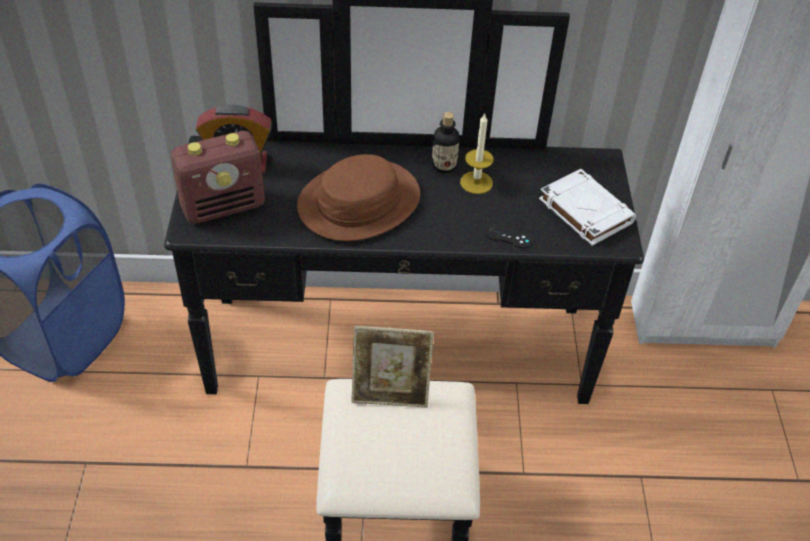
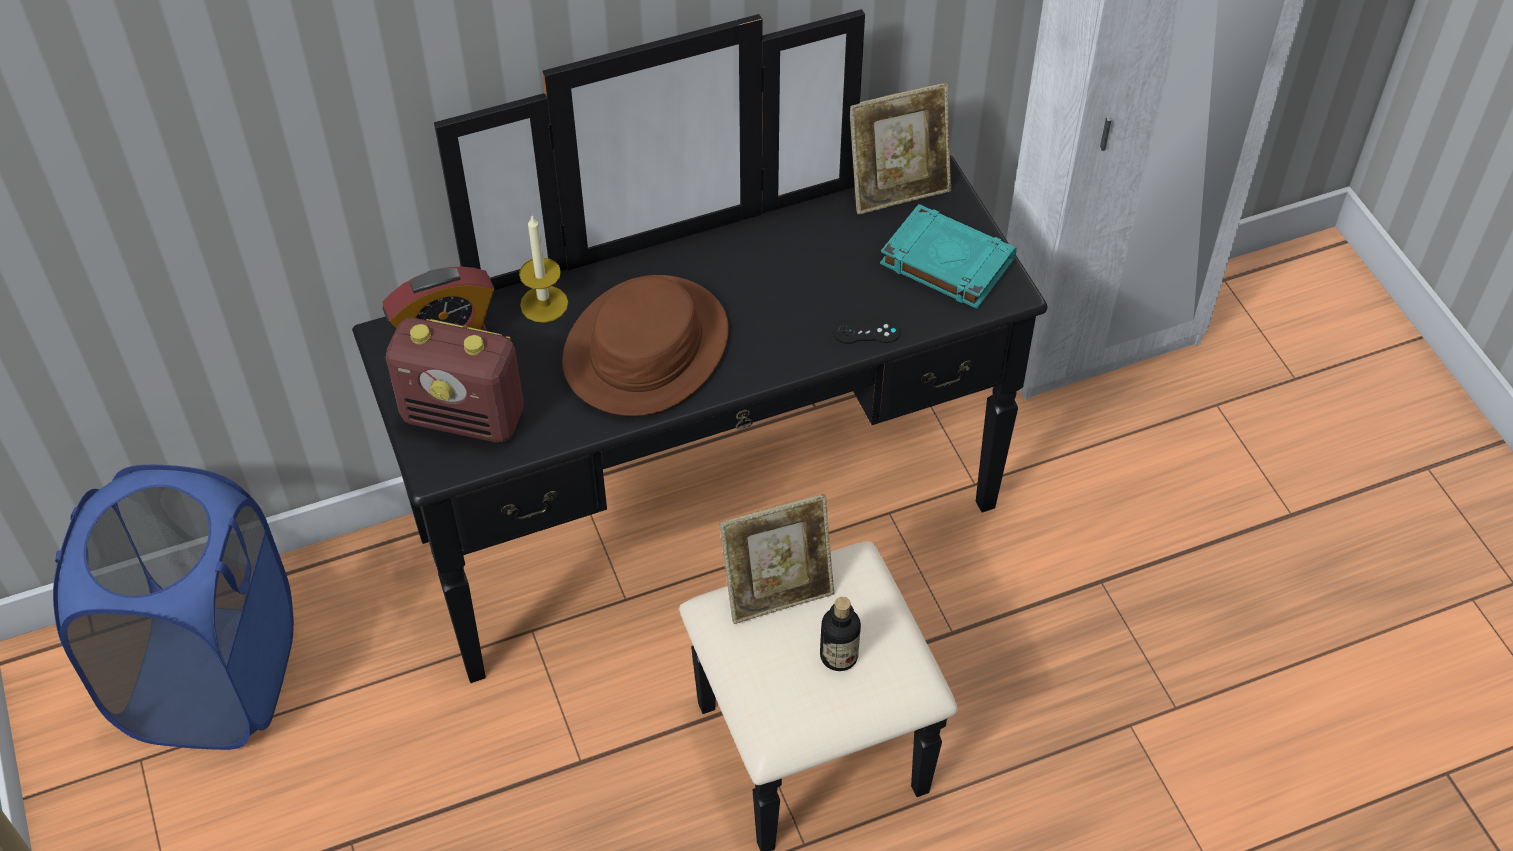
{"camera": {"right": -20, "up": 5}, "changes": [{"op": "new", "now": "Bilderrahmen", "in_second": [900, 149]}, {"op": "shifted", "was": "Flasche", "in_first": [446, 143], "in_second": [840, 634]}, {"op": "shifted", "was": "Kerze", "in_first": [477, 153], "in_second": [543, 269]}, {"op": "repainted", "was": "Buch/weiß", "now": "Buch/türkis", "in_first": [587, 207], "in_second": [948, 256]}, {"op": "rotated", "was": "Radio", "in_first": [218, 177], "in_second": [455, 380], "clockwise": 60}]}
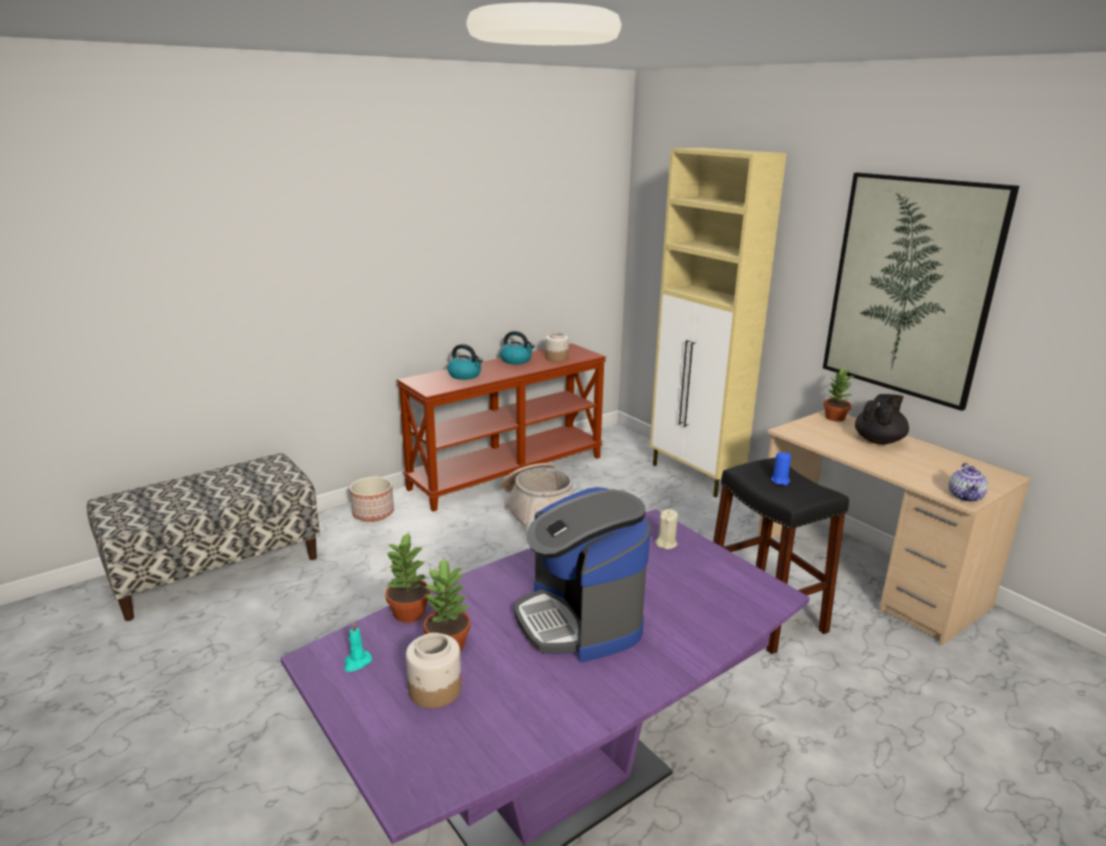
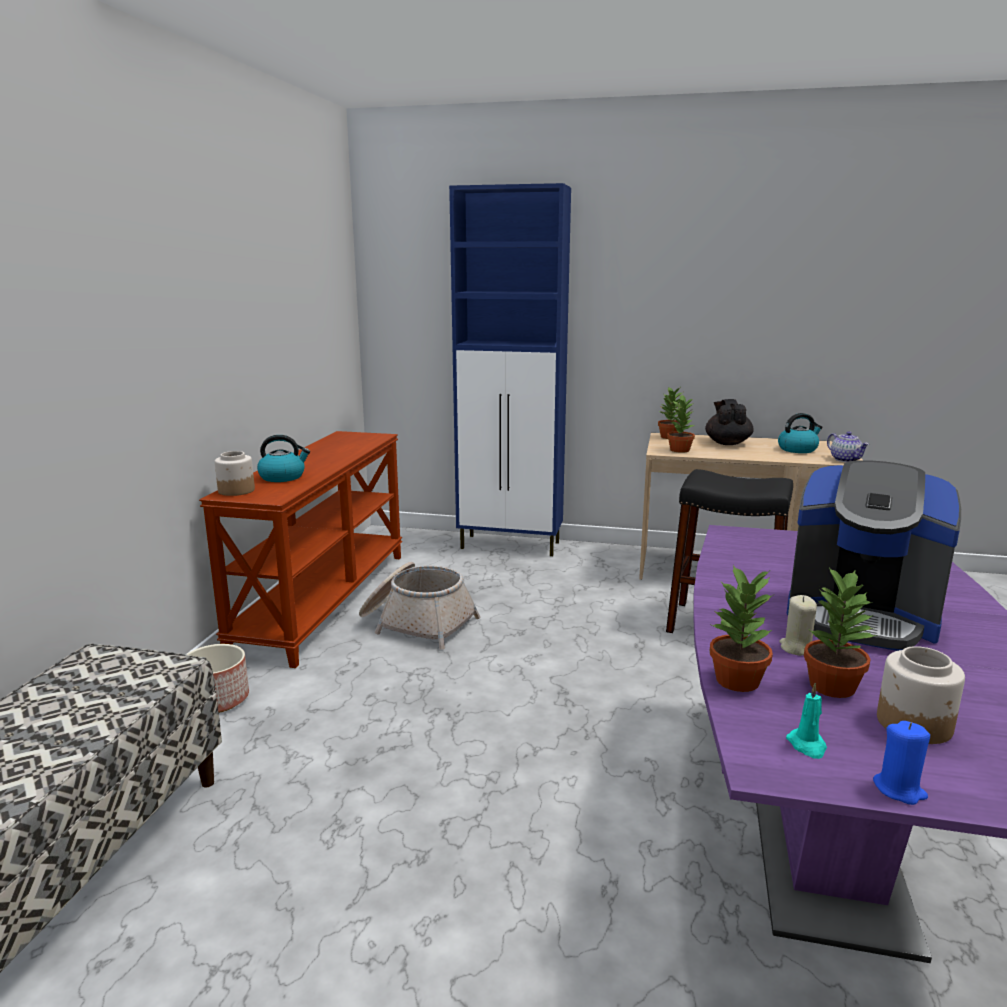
{"camera": {"right": -40, "up": -5}, "changes": [{"op": "gone", "was": "Bild", "in_first": [921, 292]}, {"op": "new", "now": "Topfpflanze", "in_second": [681, 424]}, {"op": "shifted", "was": "Wasserkessel", "in_first": [517, 348], "in_second": [800, 433]}, {"op": "shifted", "was": "Vorratsglas", "in_first": [557, 347], "in_second": [235, 473]}, {"op": "shifted", "was": "Kerze/beige", "in_first": [666, 529], "in_second": [798, 625]}, {"op": "shifted", "was": "Kerze/blau", "in_first": [781, 468], "in_second": [901, 763]}, {"op": "repainted", "was": "Schrank/beige", "now": "Schrank/blau", "in_first": [718, 322], "in_second": [510, 369]}]}
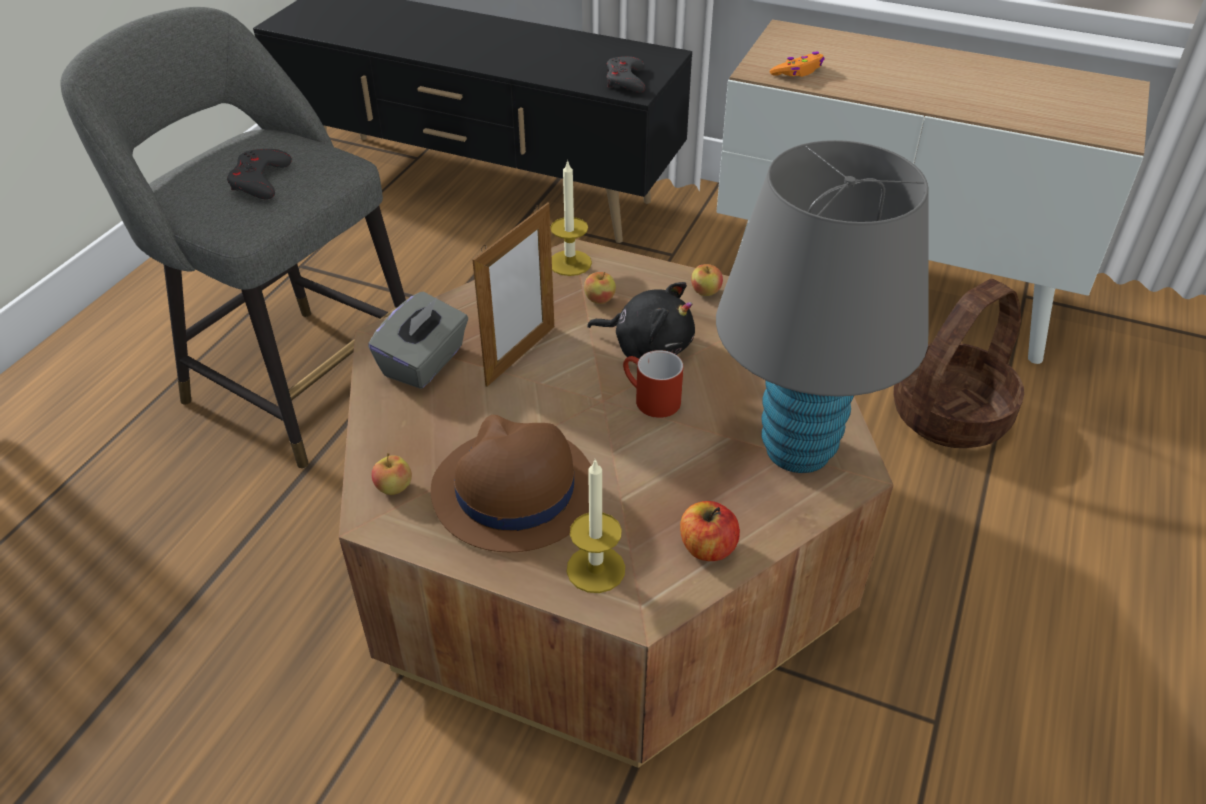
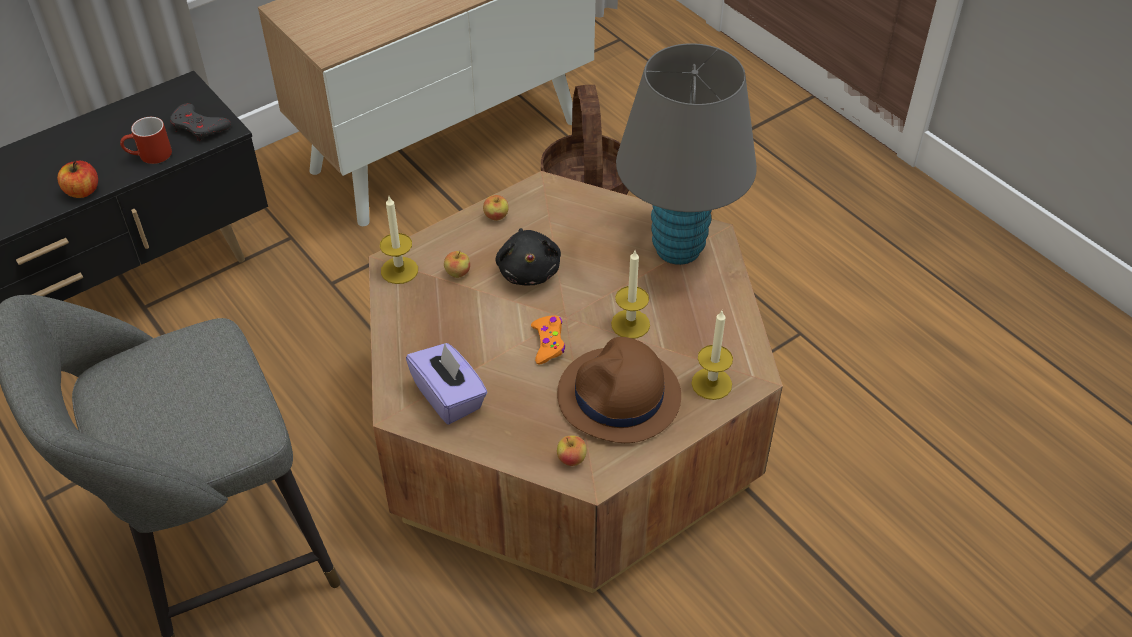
{"camera": {"right": -60, "up": 5}, "changes": [{"op": "gone", "was": "Gamepad/grau", "in_first": [259, 174]}, {"op": "gone", "was": "Bilderrahmen", "in_first": [513, 294]}, {"op": "new", "now": "Kerze", "in_second": [630, 295]}, {"op": "shifted", "was": "Henkelbecher/rot", "in_first": [653, 384], "in_second": [146, 140]}, {"op": "shifted", "was": "Apfel", "in_first": [710, 531], "in_second": [77, 179]}, {"op": "shifted", "was": "Gamepad/orange", "in_first": [797, 64], "in_second": [548, 339]}, {"op": "repainted", "was": "Taschentuchbox/grau", "now": "Taschentuchbox/lila", "in_first": [418, 340], "in_second": [447, 384]}, {"op": "rotated", "was": "Plüschtier/schwarz", "in_first": [641, 320], "in_second": [528, 256], "clockwise": 120}]}
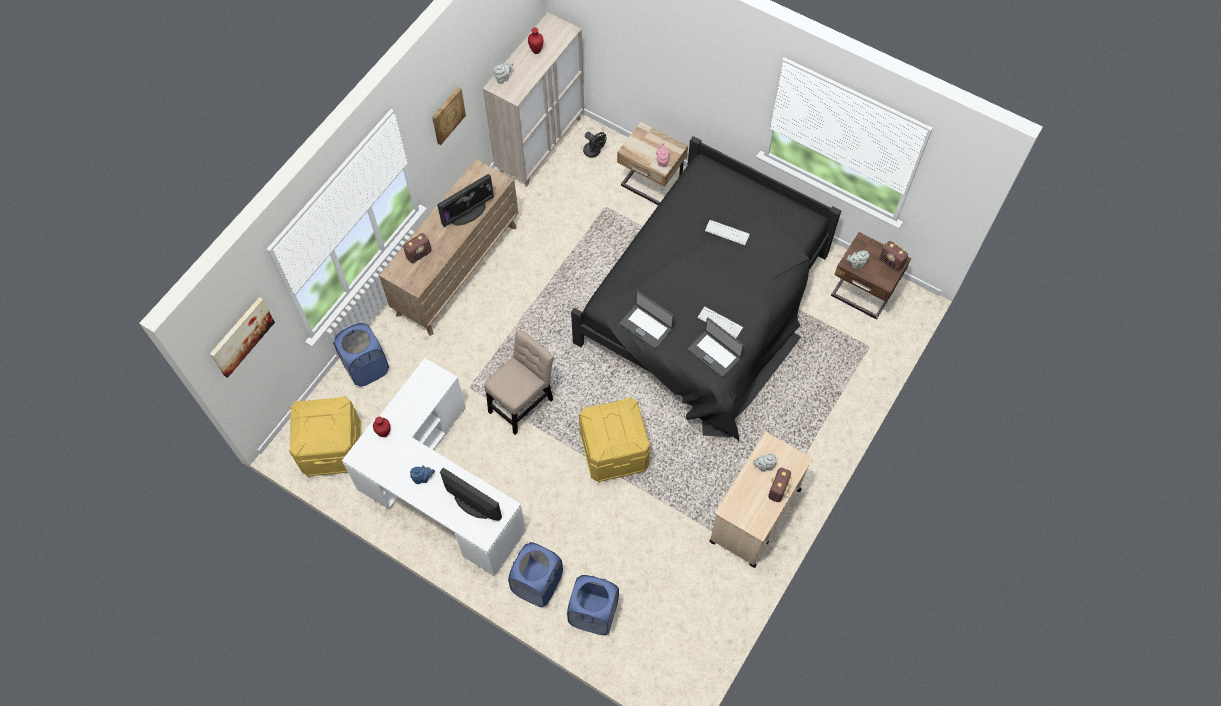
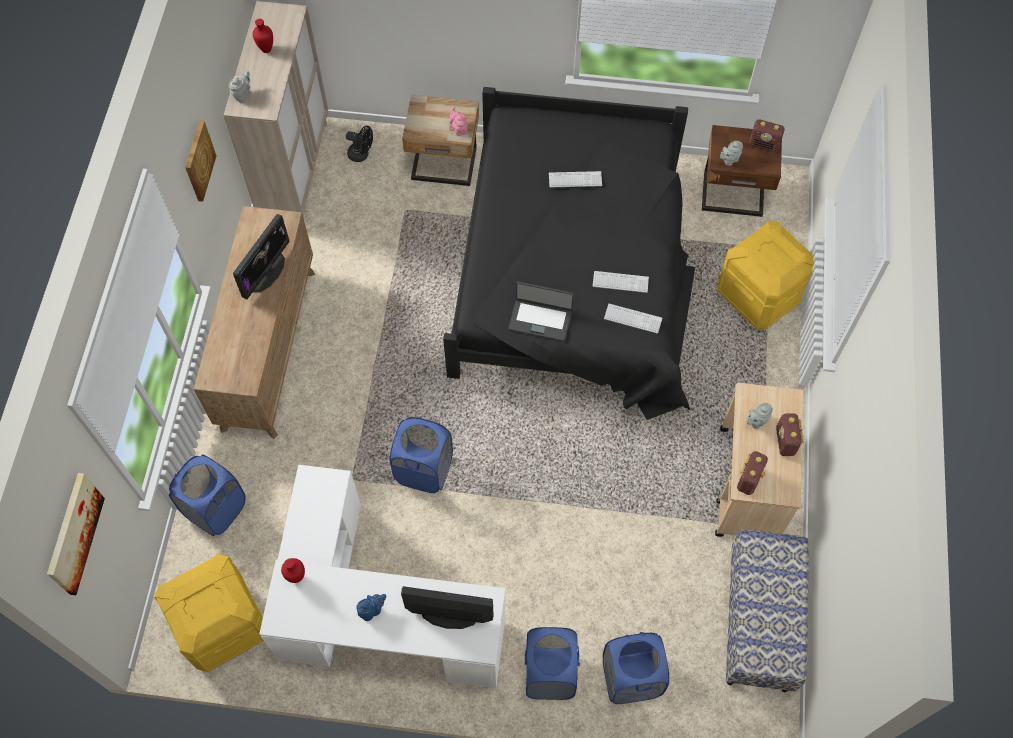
{"camera": {"right": -25, "up": 0}, "changes": [{"op": "new", "now": "Bank", "in_second": [767, 611]}, {"op": "shifted", "was": "Radio", "in_first": [417, 248], "in_second": [752, 473]}, {"op": "shifted", "was": "Aufbewahrungsbox/gelb", "in_first": [615, 439], "in_second": [766, 275]}, {"op": "swapped", "was": "Stuhl/beige", "now": "Wäschekorb/blau", "in_first": [519, 382], "in_second": [421, 455]}, {"op": "swapped", "was": "Laptop", "now": "Tastatur", "in_first": [716, 347], "in_second": [633, 319]}]}
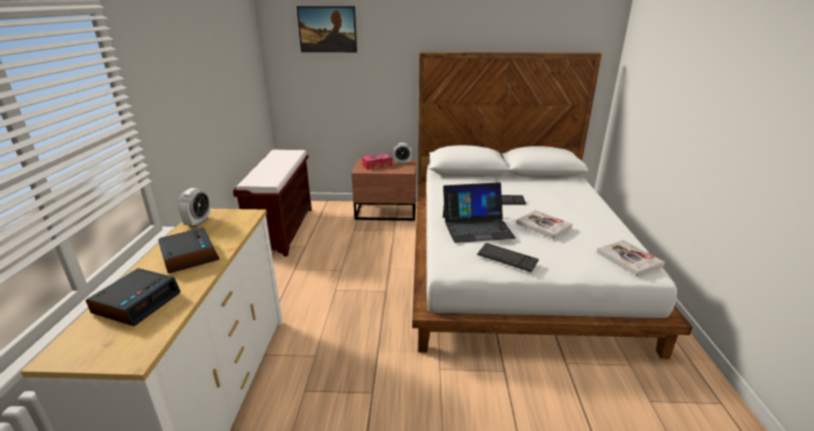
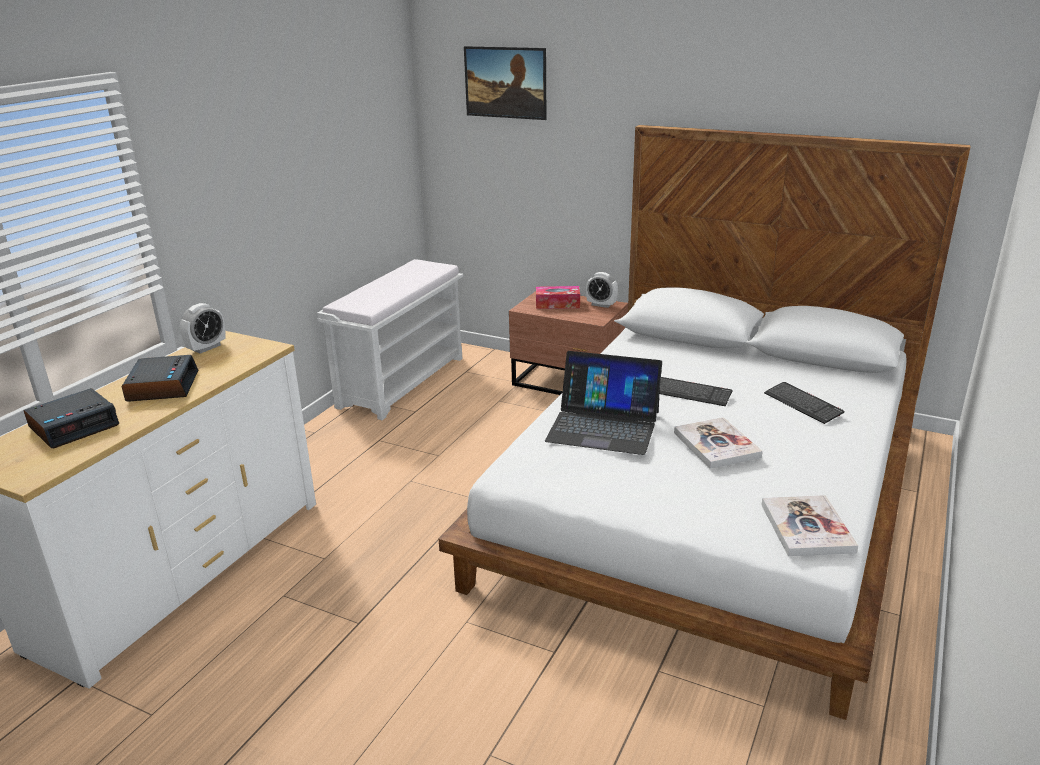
{"camera": {"right": 25, "up": 0}, "changes": [{"op": "shifted", "was": "Tastatur", "in_first": [508, 257], "in_second": [804, 403]}, {"op": "repainted", "was": "Bank/braun", "now": "Bank/weiß", "in_first": [272, 203], "in_second": [390, 339]}]}
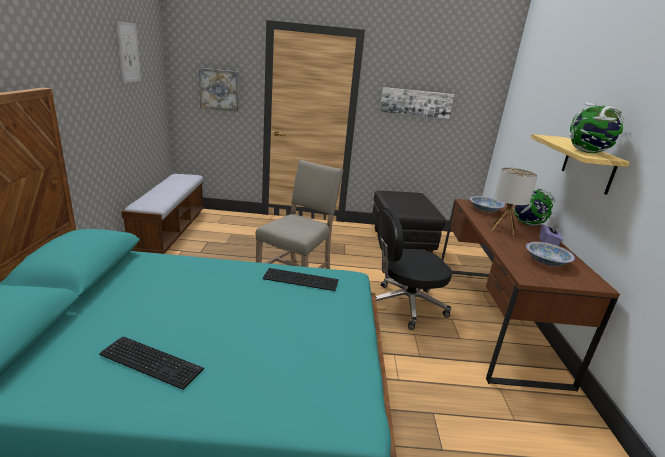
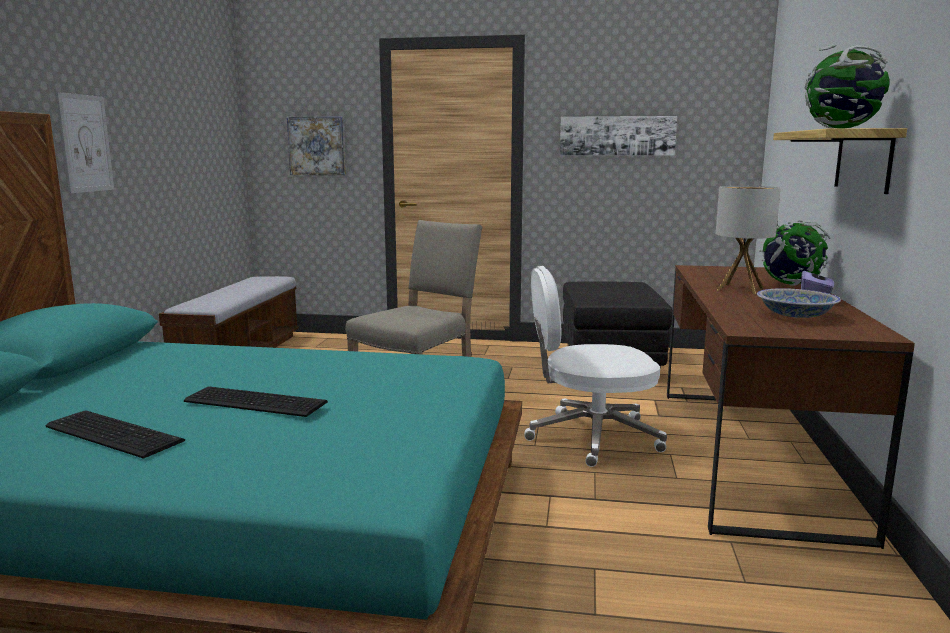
{"camera": {"right": 10, "up": -10}, "changes": [{"op": "gone", "was": "Schüssel", "in_first": [487, 204]}, {"op": "shifted", "was": "Bild", "in_first": [128, 52], "in_second": [85, 142]}, {"op": "shifted", "was": "Tastatur", "in_first": [301, 279], "in_second": [256, 401]}, {"op": "repainted", "was": "Bürostuhl/schwarz", "now": "Bürostuhl/weiß", "in_first": [414, 269], "in_second": [595, 366]}]}
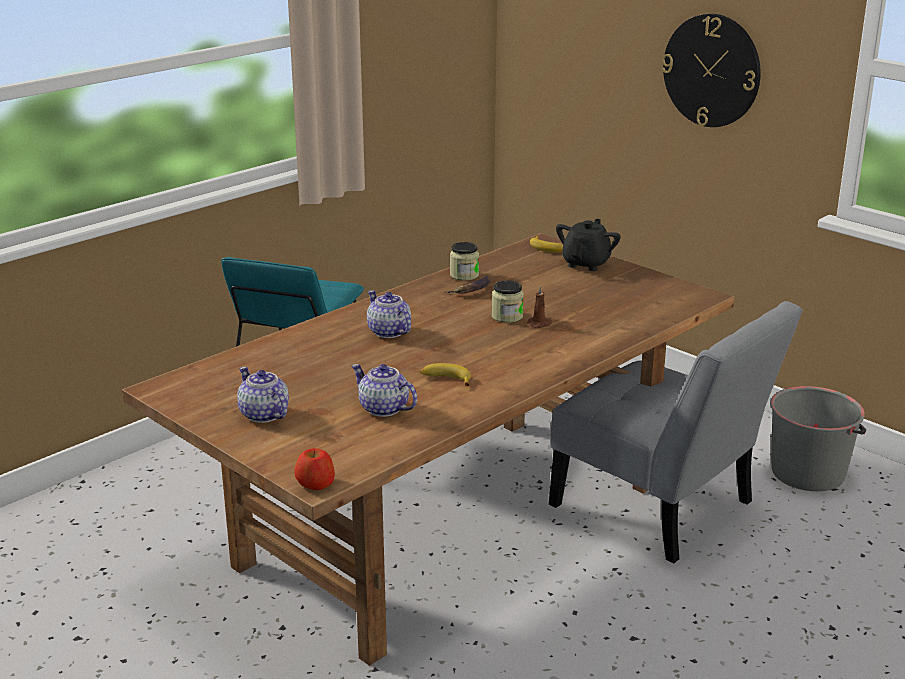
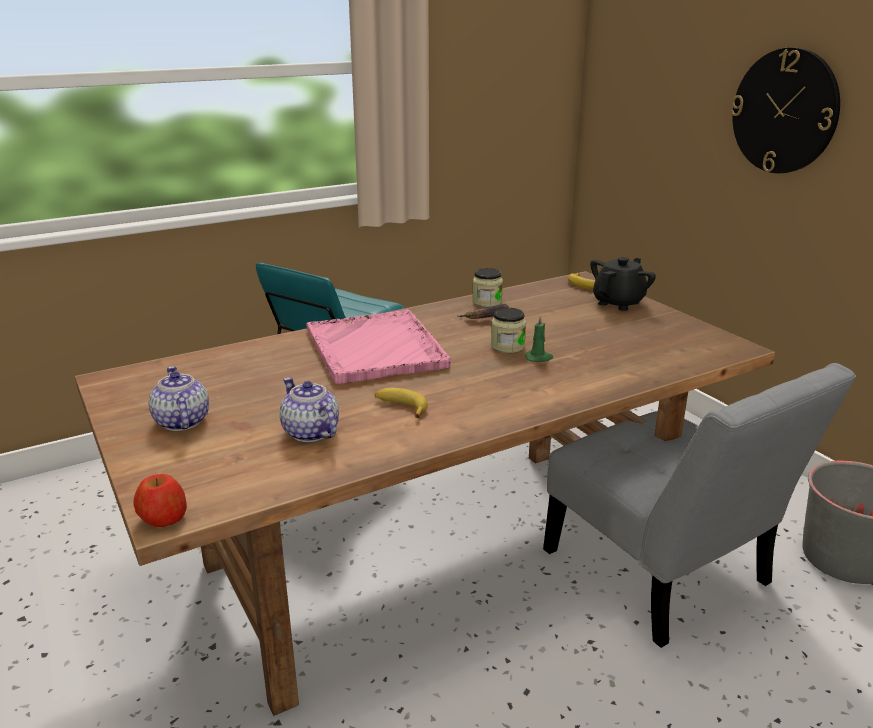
{"camera": {"right": 15, "up": 0}, "changes": [{"op": "swapped", "was": "Teekanne", "now": "Tablett/rosa", "in_first": [389, 314], "in_second": [379, 346]}, {"op": "repainted", "was": "Kerze/braun", "now": "Kerze/grün", "in_first": [539, 306], "in_second": [539, 338]}]}
